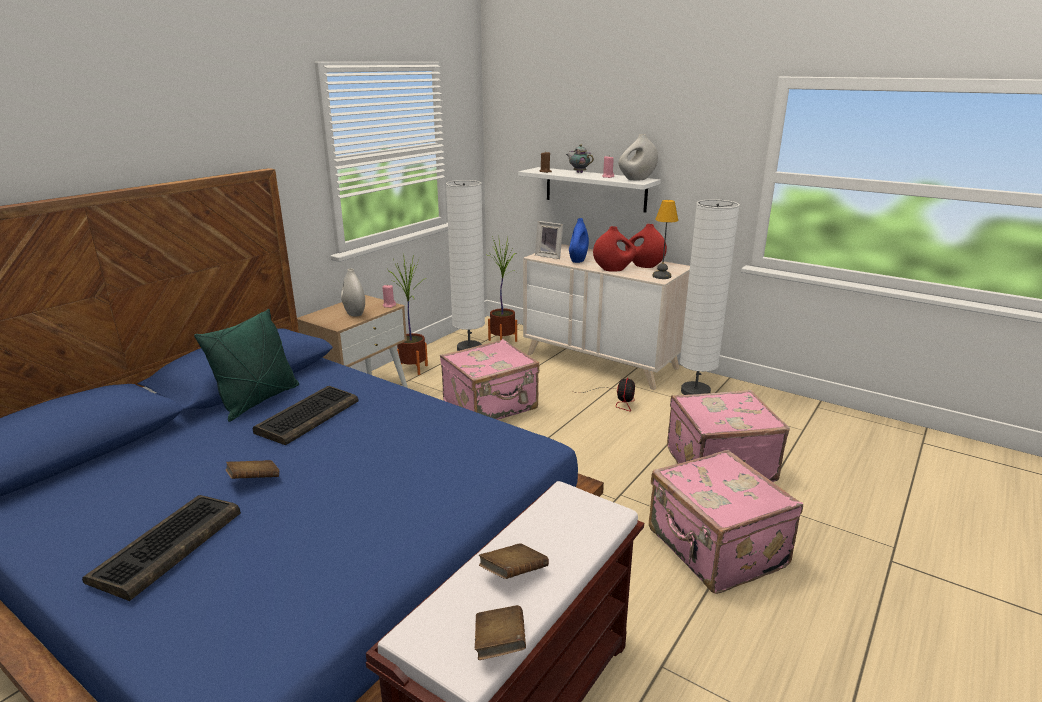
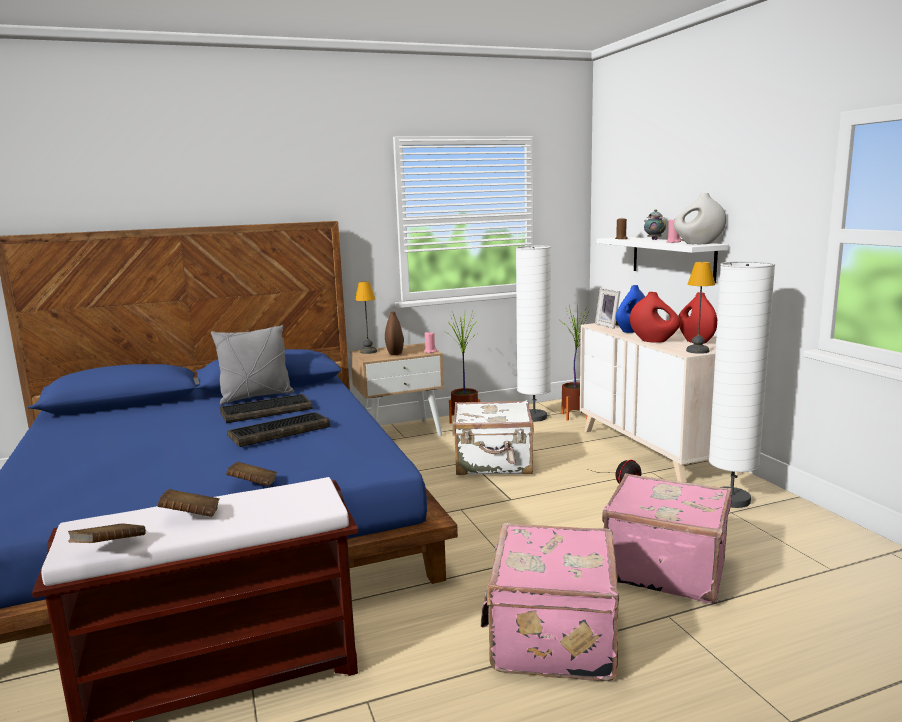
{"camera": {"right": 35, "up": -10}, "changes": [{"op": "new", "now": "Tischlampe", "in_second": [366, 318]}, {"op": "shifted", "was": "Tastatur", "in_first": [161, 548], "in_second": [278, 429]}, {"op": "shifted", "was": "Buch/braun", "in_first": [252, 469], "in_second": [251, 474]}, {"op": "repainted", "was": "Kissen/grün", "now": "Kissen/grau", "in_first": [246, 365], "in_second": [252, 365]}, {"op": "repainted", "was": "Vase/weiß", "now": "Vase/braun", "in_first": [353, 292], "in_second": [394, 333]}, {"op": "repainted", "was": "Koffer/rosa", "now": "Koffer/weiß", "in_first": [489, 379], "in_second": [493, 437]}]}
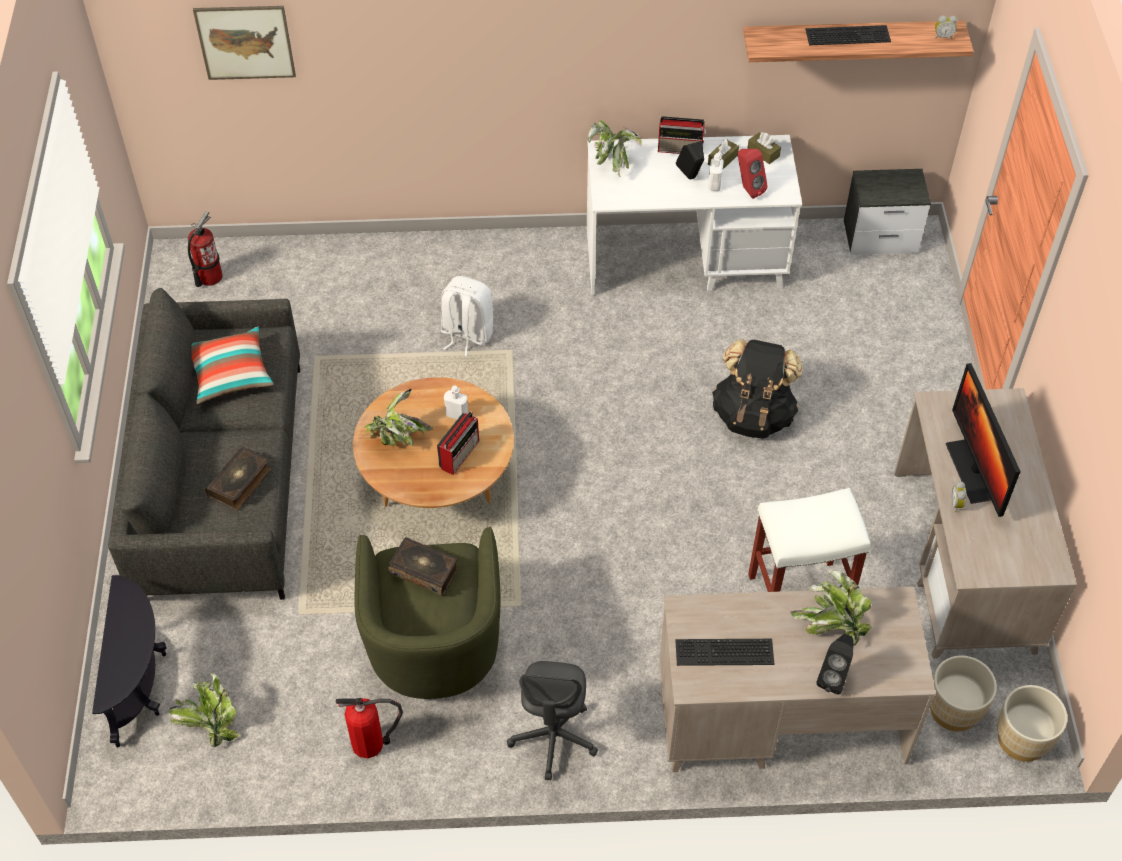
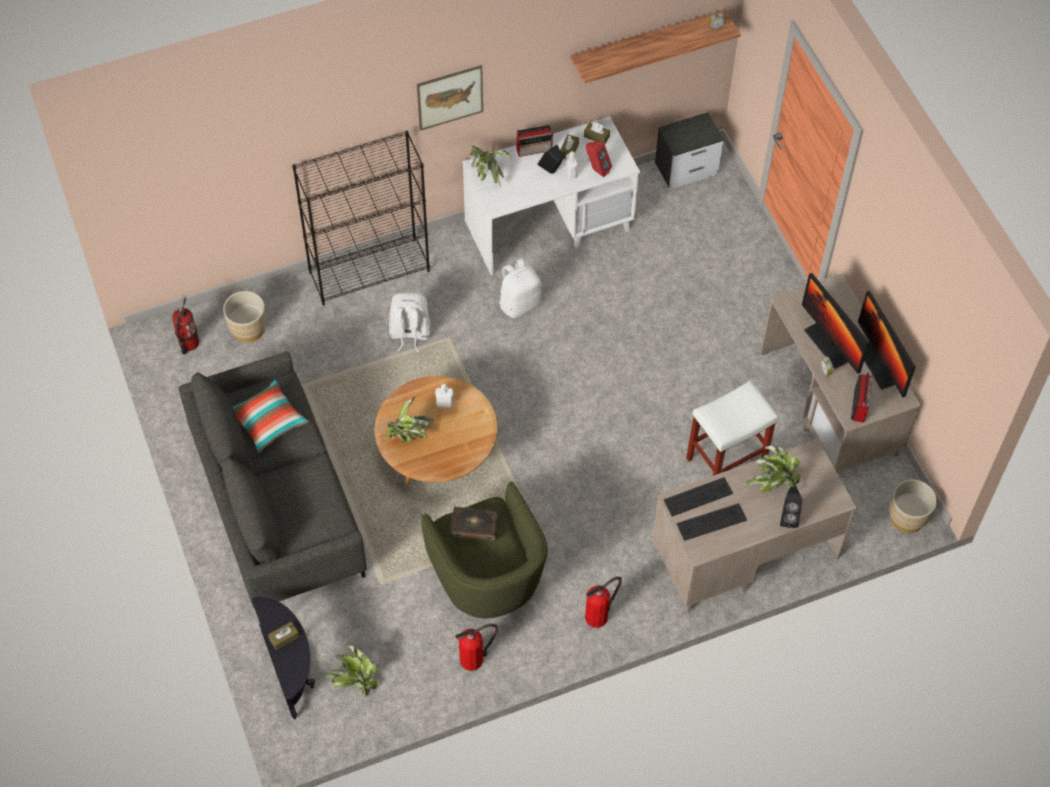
{"camera": {"right": -20, "up": 5}, "changes": [{"op": "gone", "was": "Buch", "in_first": [238, 479]}, {"op": "gone", "was": "Rucksack/schwarz", "in_first": [757, 389]}, {"op": "new", "now": "Taschentuchbox/braun", "in_second": [283, 635]}, {"op": "new", "now": "Bücherregal/schwarz", "in_second": [361, 218]}, {"op": "new", "now": "Rucksack/weiß", "in_second": [520, 288]}, {"op": "new", "now": "Monitor", "in_second": [887, 343]}, {"op": "shifted", "was": "Bild", "in_first": [244, 43], "in_second": [450, 98]}, {"op": "shifted", "was": "Radio", "in_first": [458, 443], "in_second": [861, 397]}, {"op": "shifted", "was": "Tastatur", "in_first": [848, 35], "in_second": [698, 497]}, {"op": "shifted", "was": "Pflanzkübel/beige", "in_first": [963, 693], "in_second": [245, 317]}, {"op": "swapped", "was": "Bürostuhl/grau", "now": "Feuerlöscher", "in_first": [552, 721], "in_second": [603, 602]}]}
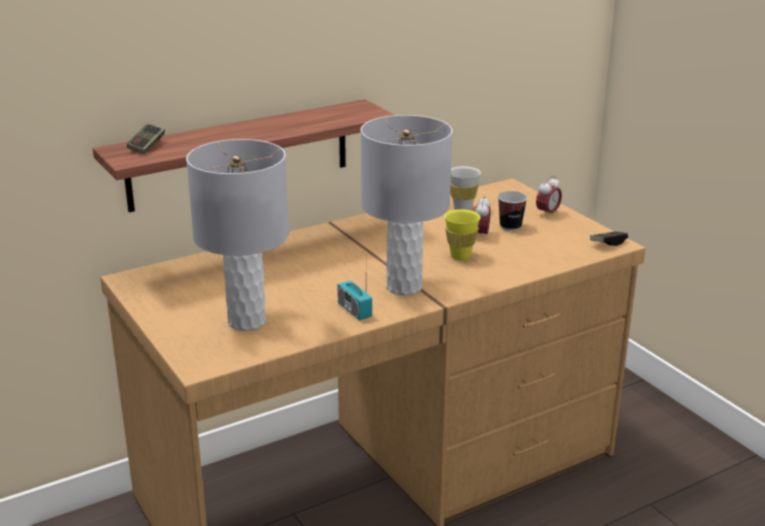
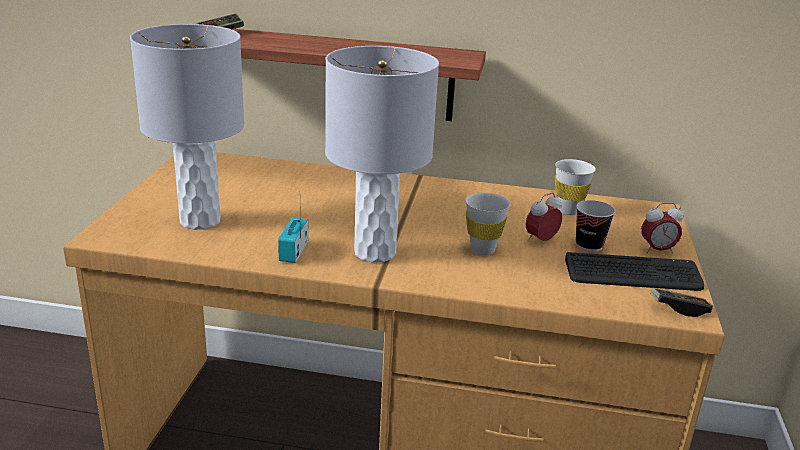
{"camera": {"right": 40, "up": 0}, "changes": [{"op": "new", "now": "Tastatur", "in_second": [634, 271]}, {"op": "repainted", "was": "Tasse/gelb", "now": "Tasse/weiß", "in_first": [462, 234], "in_second": [487, 223]}]}
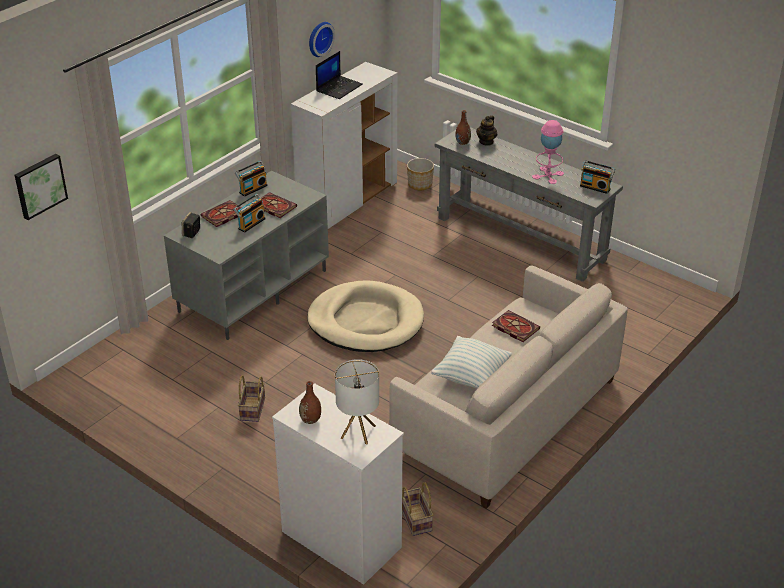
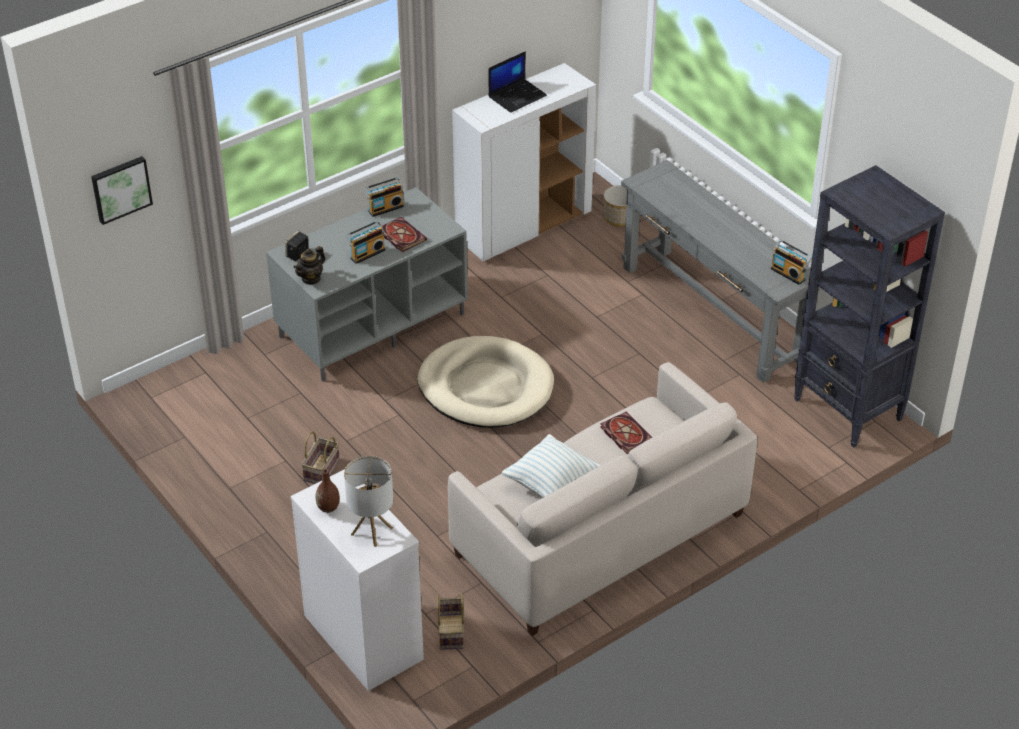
{"camera": {"right": 15, "up": 5}, "changes": [{"op": "gone", "was": "Buch", "in_first": [221, 213]}, {"op": "gone", "was": "Wanduhr", "in_first": [322, 39]}, {"op": "gone", "was": "Vase/braun", "in_first": [463, 127]}, {"op": "gone", "was": "Tischlampe/rosa", "in_first": [548, 152]}, {"op": "new", "now": "Bücherregal/schwarz", "in_second": [869, 306]}, {"op": "shifted", "was": "Teekanne", "in_first": [486, 130], "in_second": [309, 265]}]}
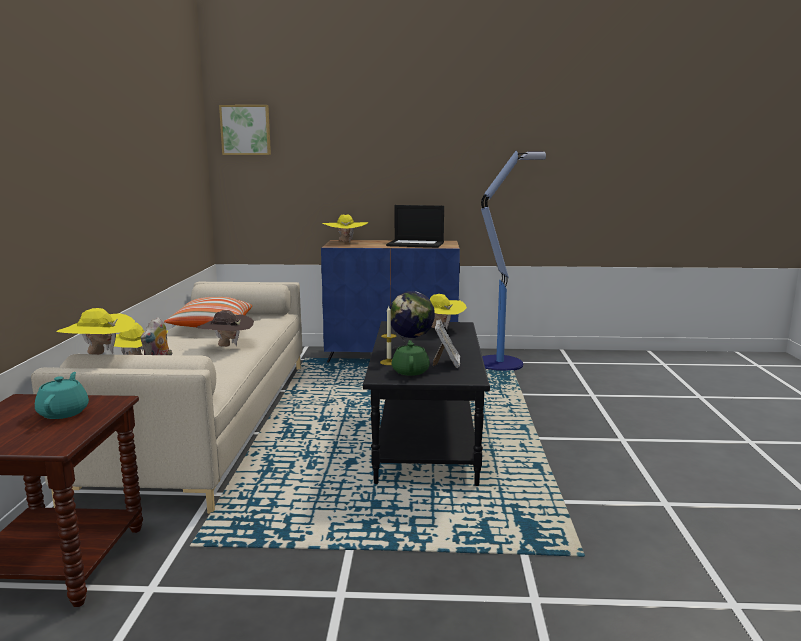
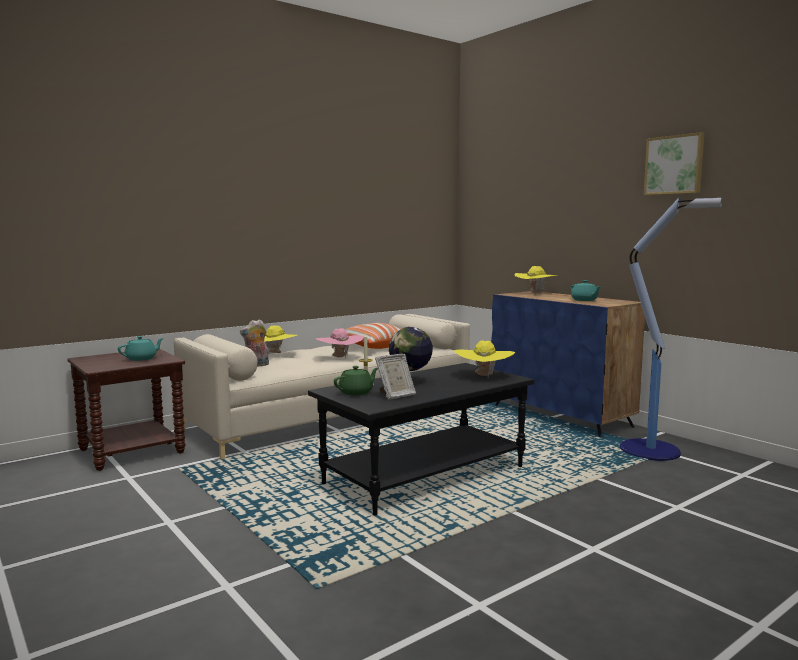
{"camera": {"right": 50, "up": -5}, "changes": [{"op": "gone", "was": "Hut/gelb", "in_first": [95, 331]}, {"op": "shifted", "was": "Bild", "in_first": [245, 130], "in_second": [674, 163]}, {"op": "swapped", "was": "Laptop", "now": "Teekanne/türkis", "in_first": [415, 226], "in_second": [586, 290]}, {"op": "repainted", "was": "Hut/braun", "now": "Hut/rosa", "in_first": [225, 328], "in_second": [339, 343]}]}
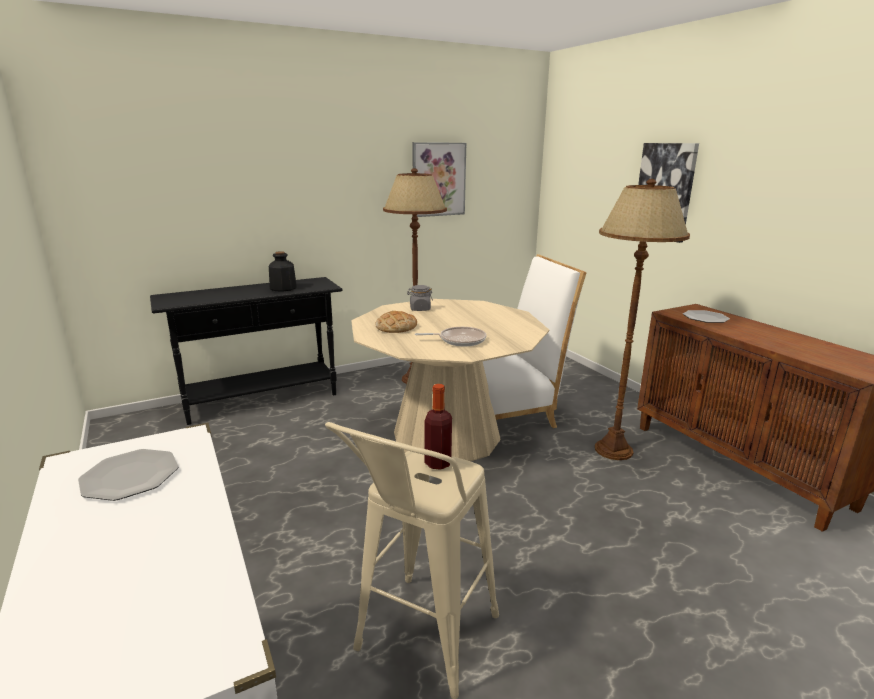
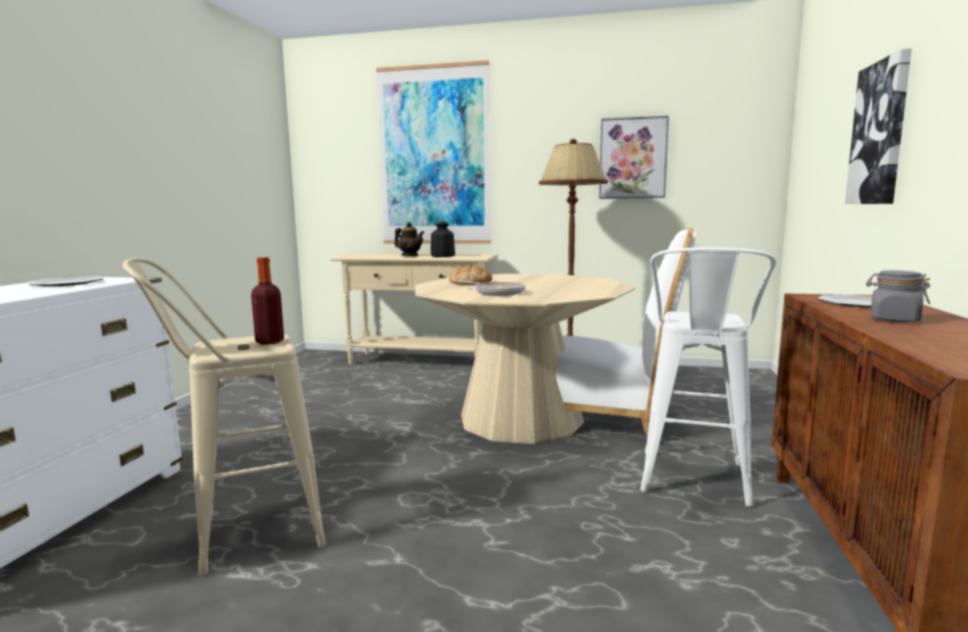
{"camera": {"right": 40, "up": -10}, "changes": [{"op": "new", "now": "Bild", "in_second": [433, 152]}, {"op": "new", "now": "Teekanne", "in_second": [409, 239]}, {"op": "shifted", "was": "Vorratsglas/grau", "in_first": [420, 298], "in_second": [898, 296]}, {"op": "swapped", "was": "Stehlampe/braun", "now": "Hocker/weiß", "in_first": [642, 319], "in_second": [708, 377]}, {"op": "repainted", "was": "Konsolentisch/schwarz", "now": "Konsolentisch/beige", "in_first": [246, 351], "in_second": [414, 308]}]}
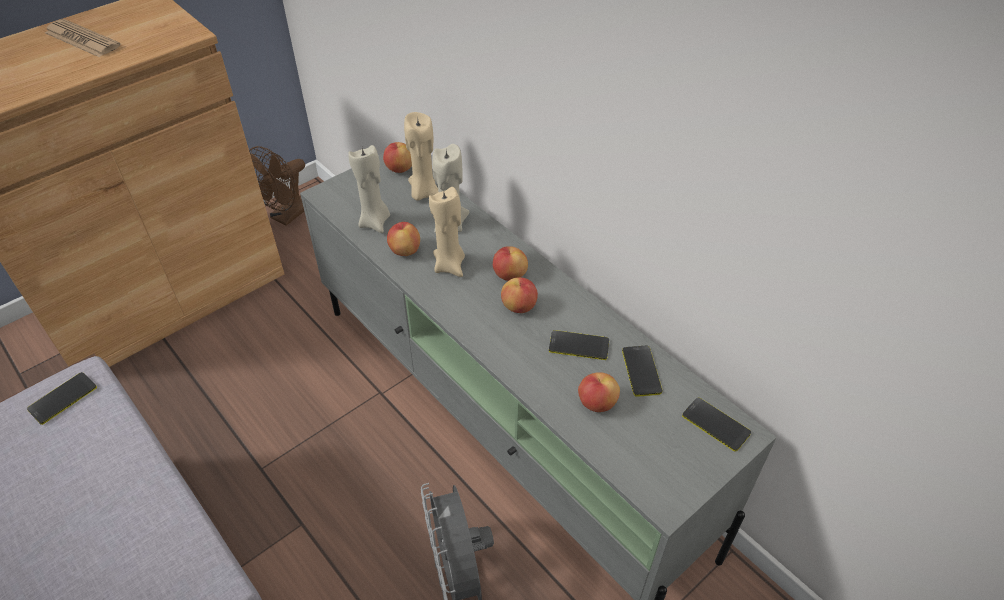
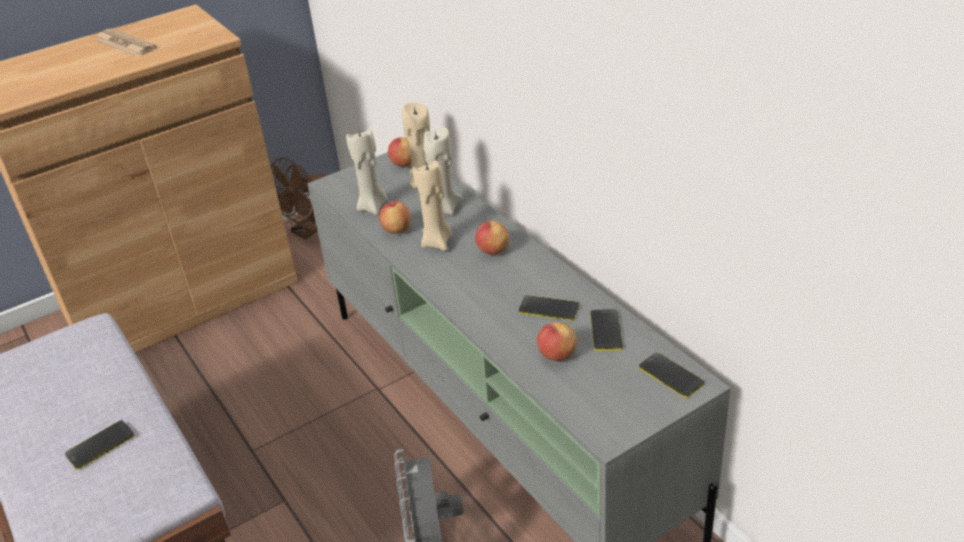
{"camera": {"right": 10, "up": -10}, "changes": [{"op": "gone", "was": "Apfel", "in_first": [519, 295]}, {"op": "shifted", "was": "Handy", "in_first": [62, 398], "in_second": [100, 445]}]}
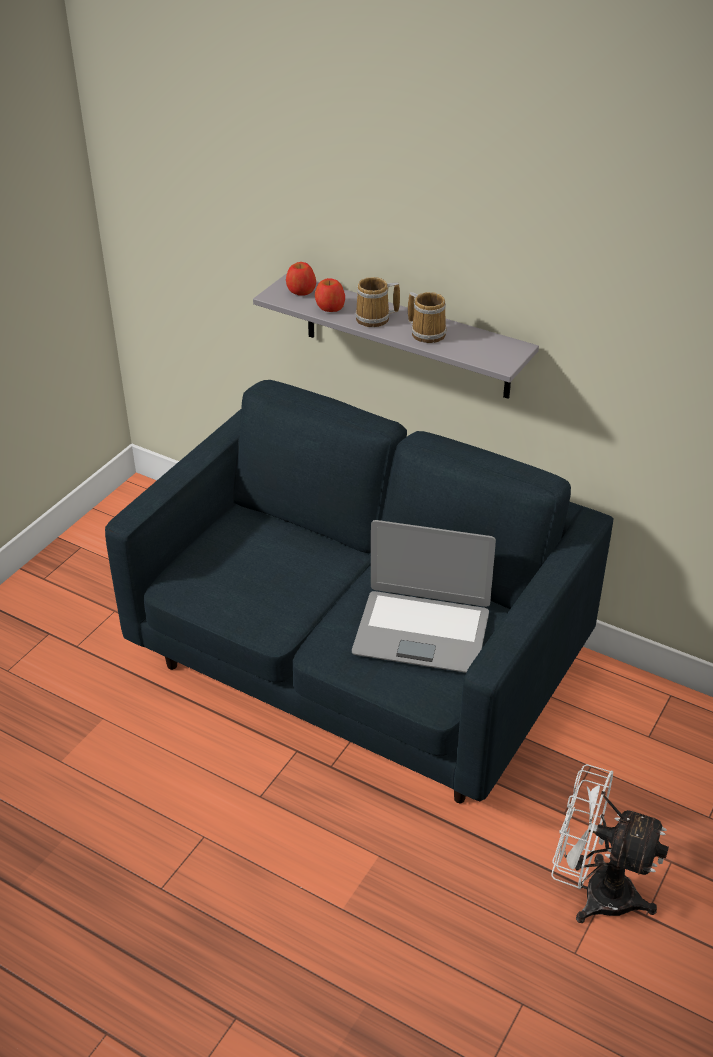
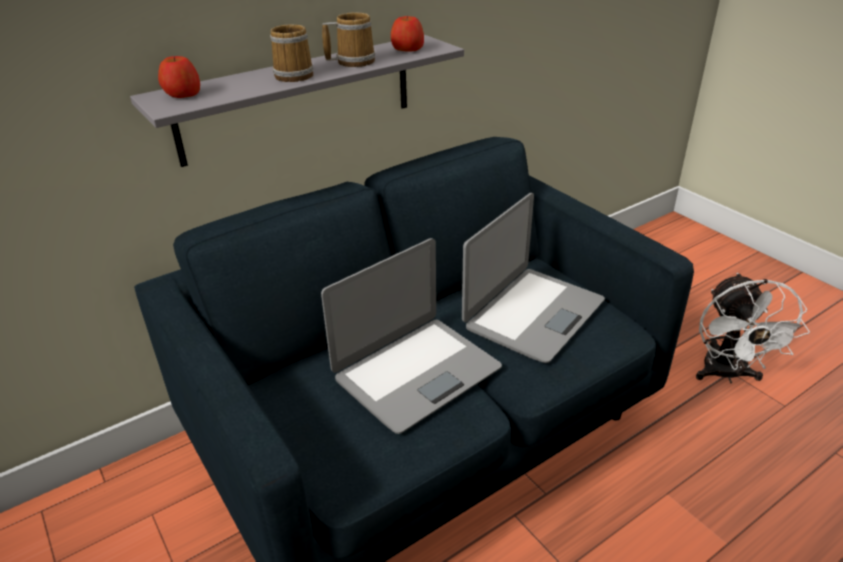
{"camera": {"right": -65, "up": -5}, "changes": [{"op": "new", "now": "Laptop", "in_second": [411, 336]}, {"op": "shifted", "was": "Apfel", "in_first": [330, 295], "in_second": [407, 34]}, {"op": "rotated", "was": "Ventilator/weiß", "in_first": [610, 843], "in_second": [753, 328], "clockwise": -45}]}
